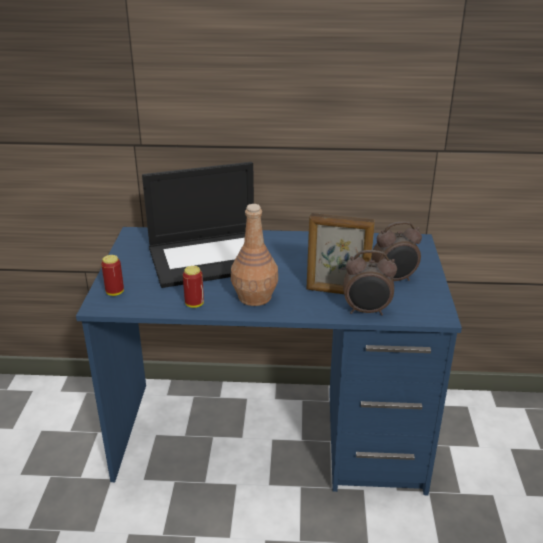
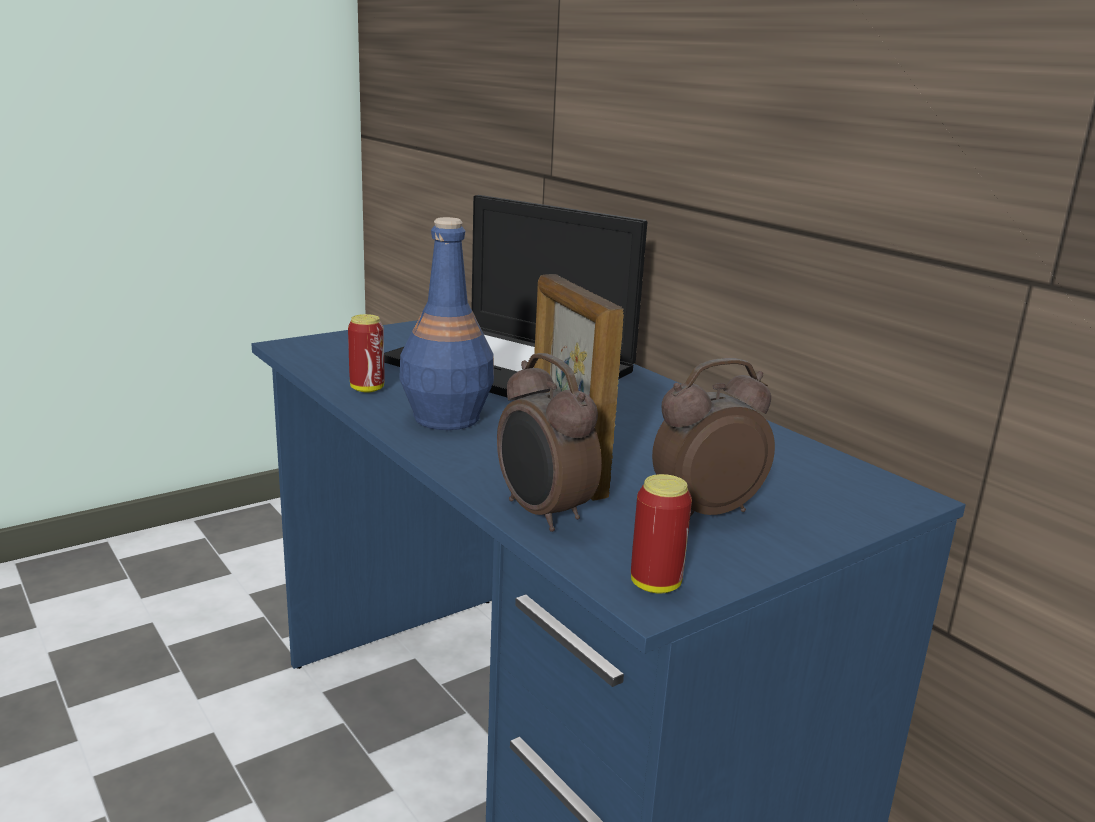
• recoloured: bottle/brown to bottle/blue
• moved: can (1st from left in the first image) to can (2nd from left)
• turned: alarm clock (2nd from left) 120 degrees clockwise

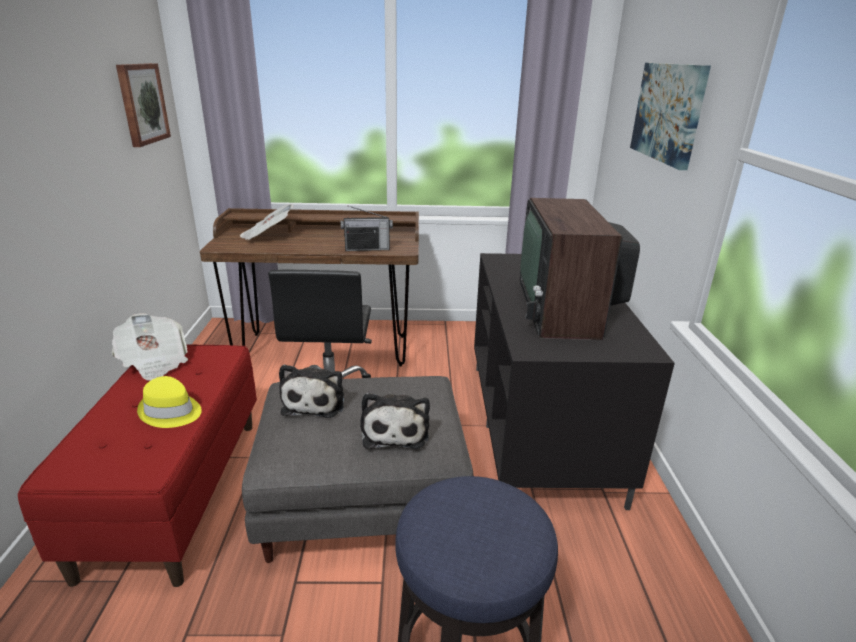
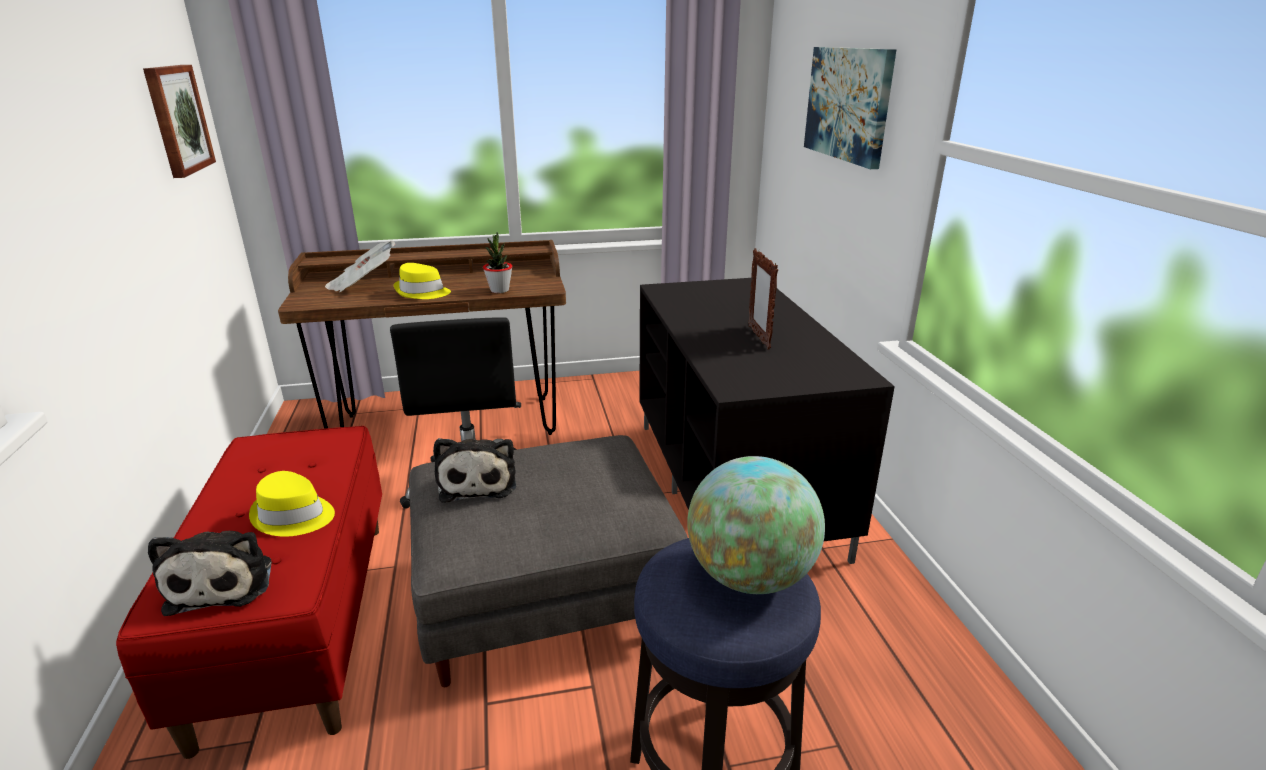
• moved: plush toy (2nd from left in the first image) to plush toy (1st from left)
• added: hat/yellow (2nd from left)
• replaced: radio to potted plant
• added: globe
• replaced: television to picture frame
• removed: newspaper (1st from left)

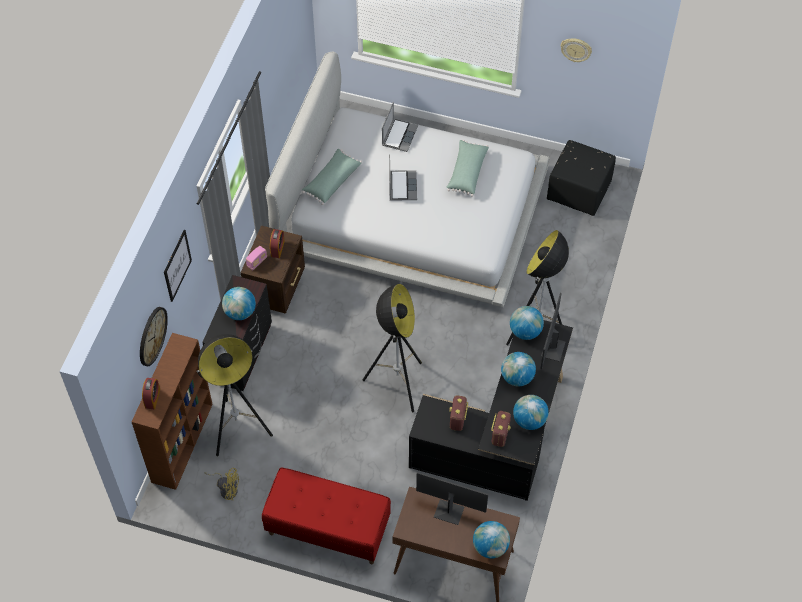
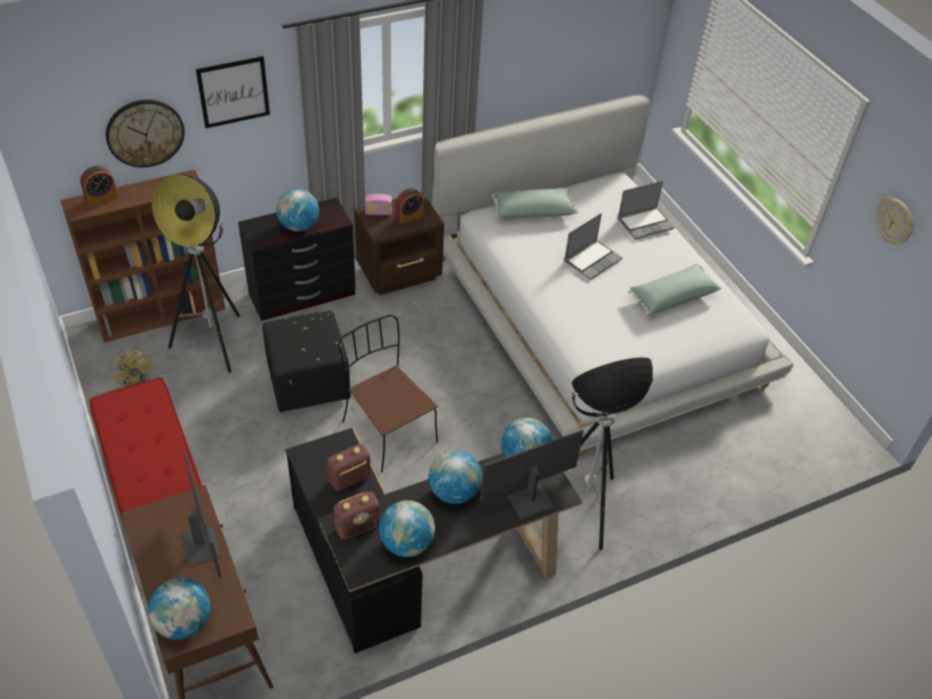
• moved: ottoman/black
• replaced: floor lamp (2nd from left) to chair/brown

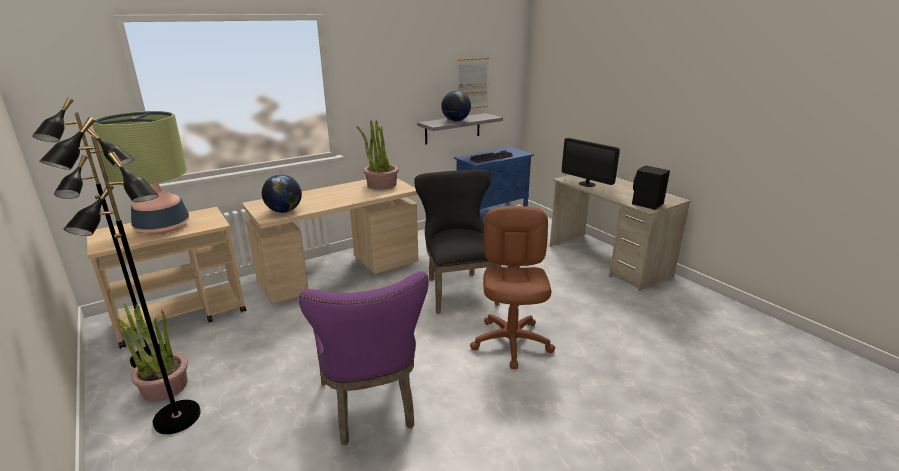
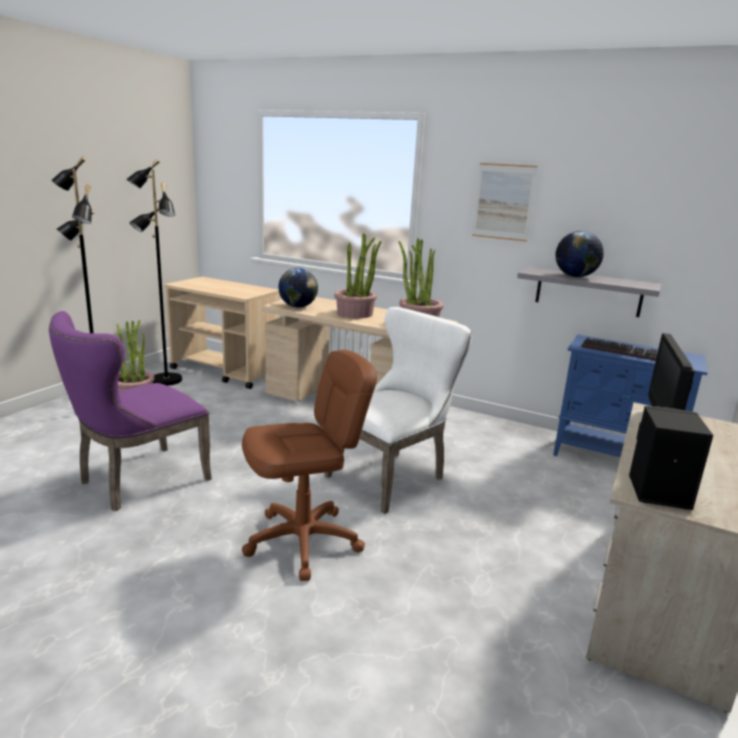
• recoloured: chair/black to chair/white
• added: potted plant (2nd from left)
• moved: picture
• removed: table lamp

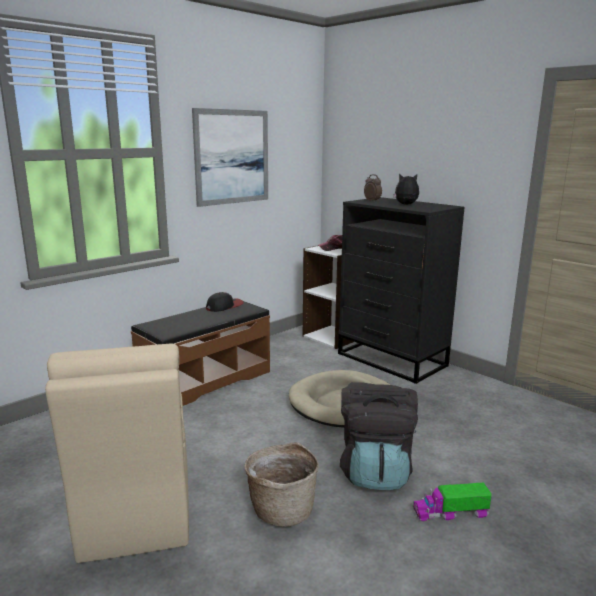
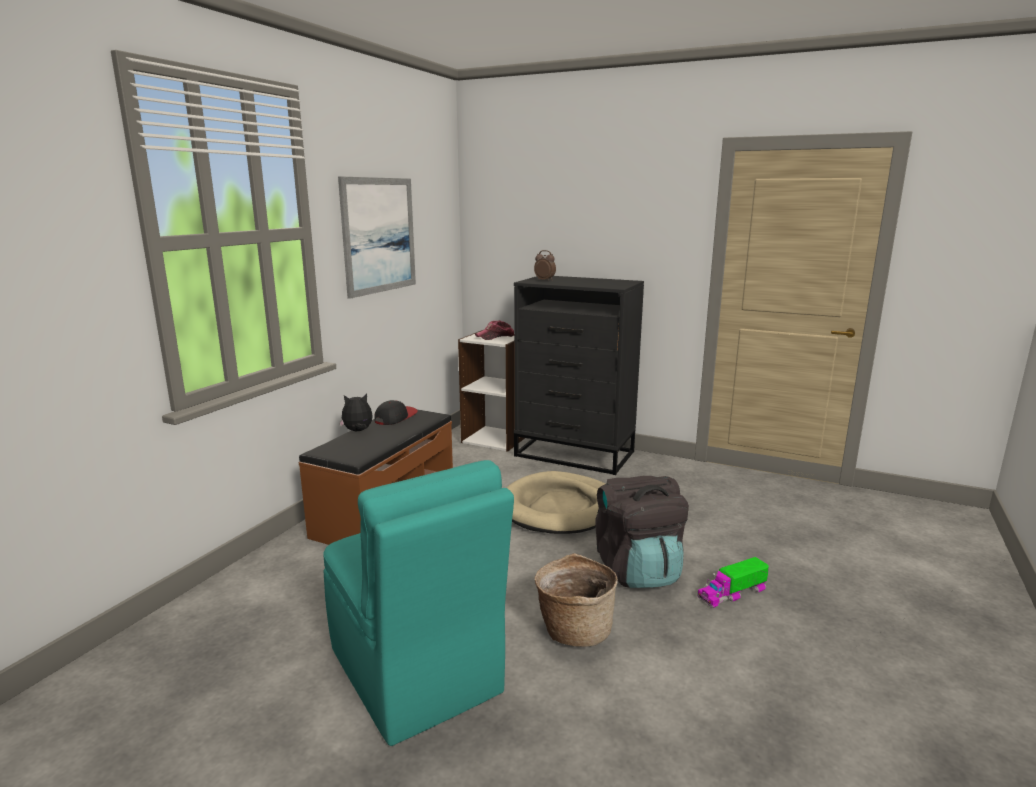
• recoloured: chair/beige to chair/turquoise
• moved: plush toy

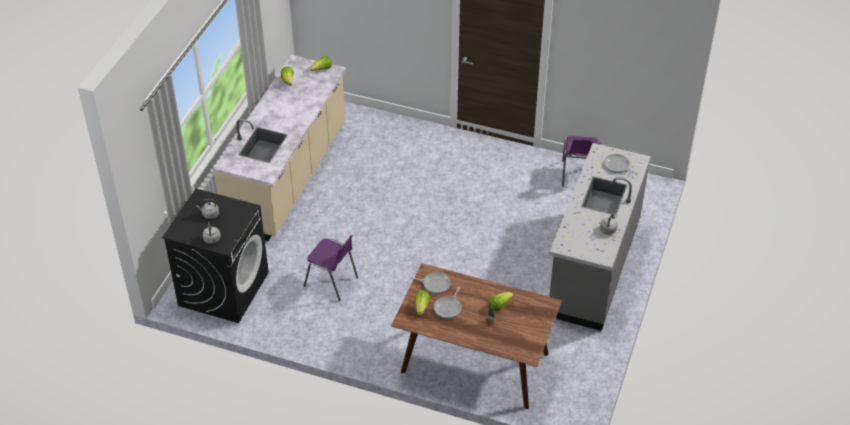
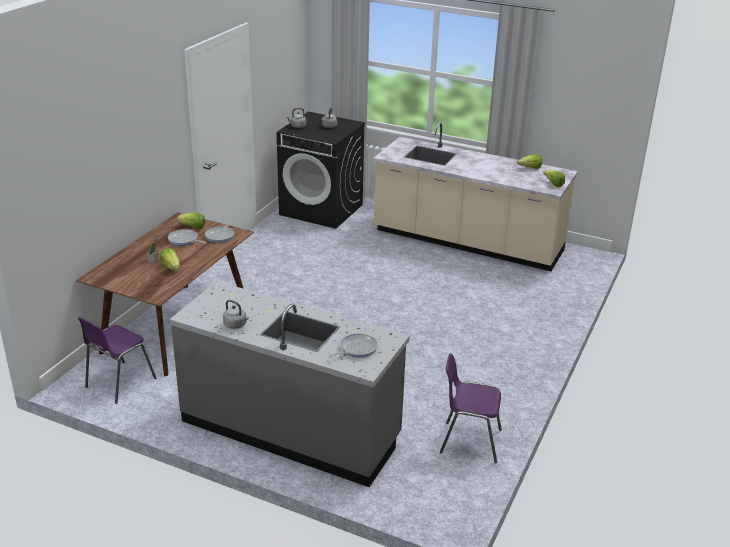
• moved: chair/purple (1st from left)

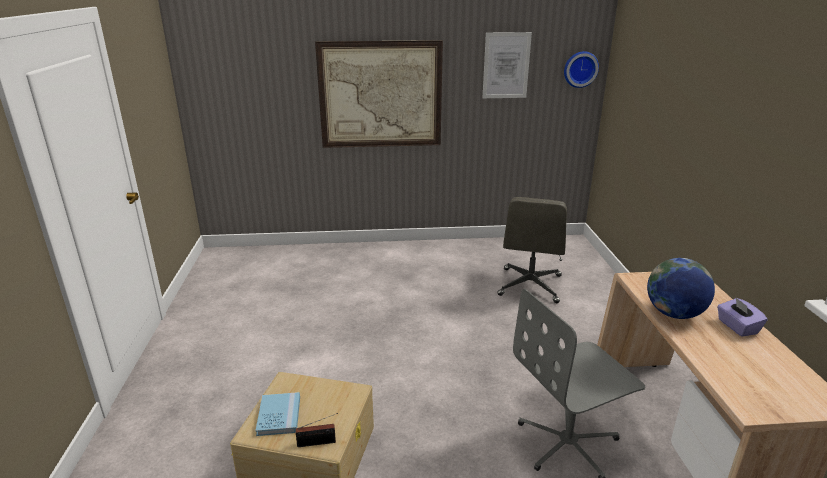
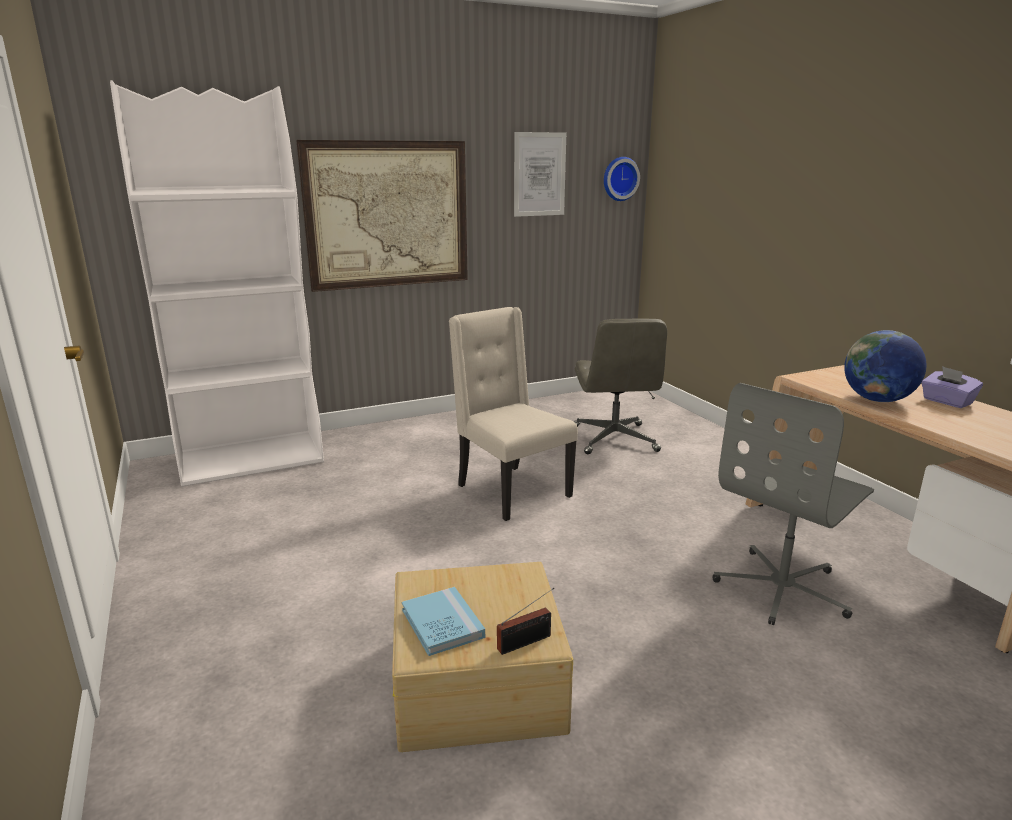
• added: bookcase/white
• added: chair/beige

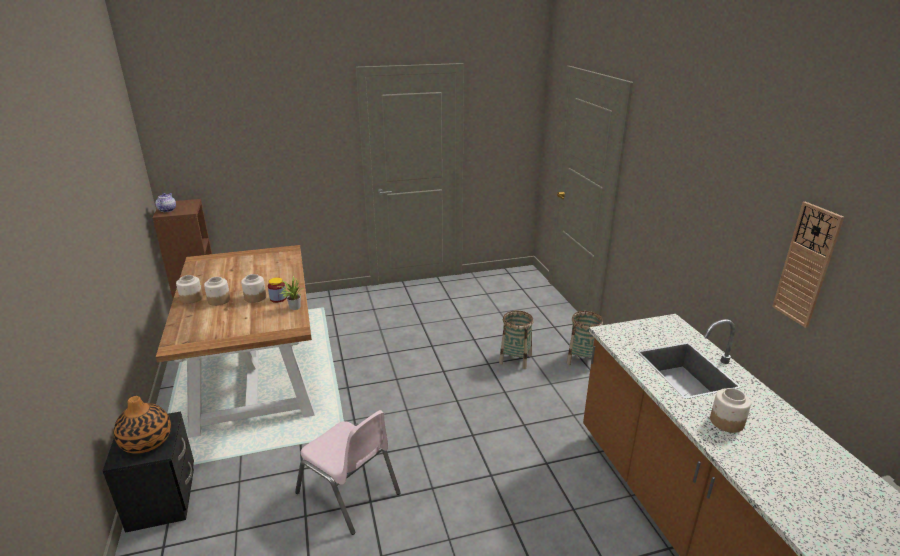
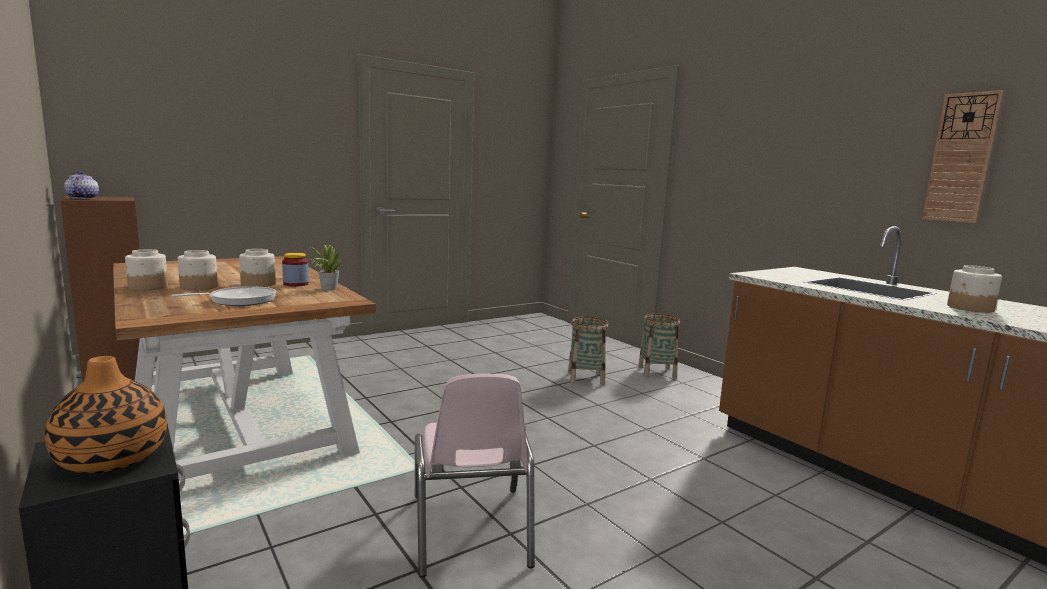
• added: frying pan
• turned: chair/pink 60 degrees clockwise

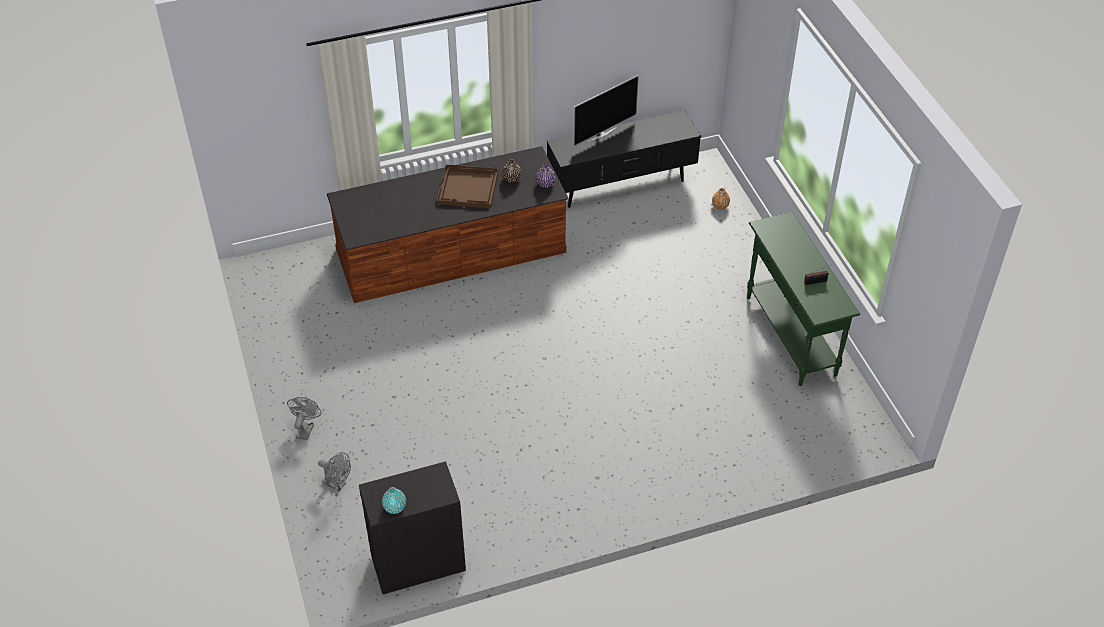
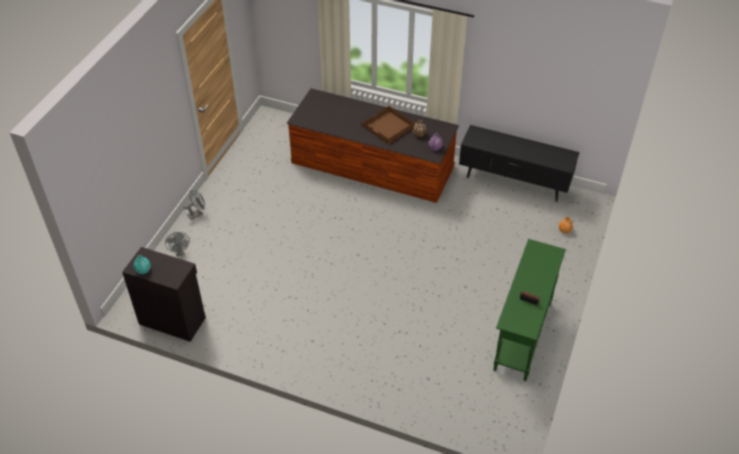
• removed: television

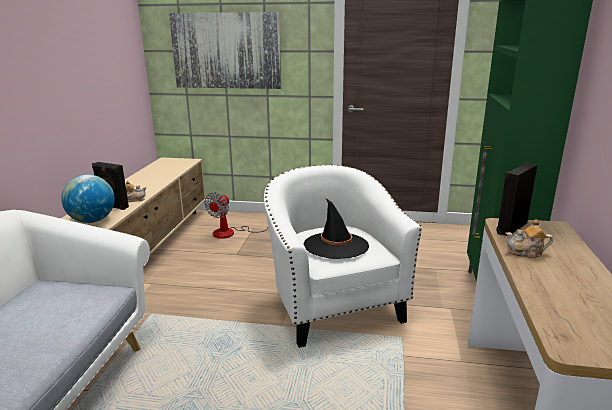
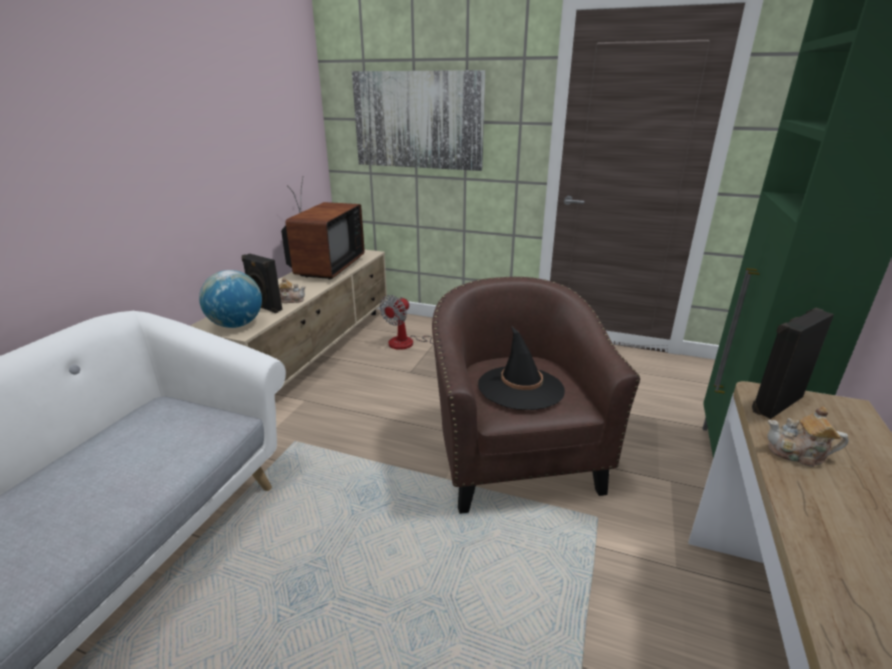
• added: television
• recoloured: armchair/white to armchair/brown

